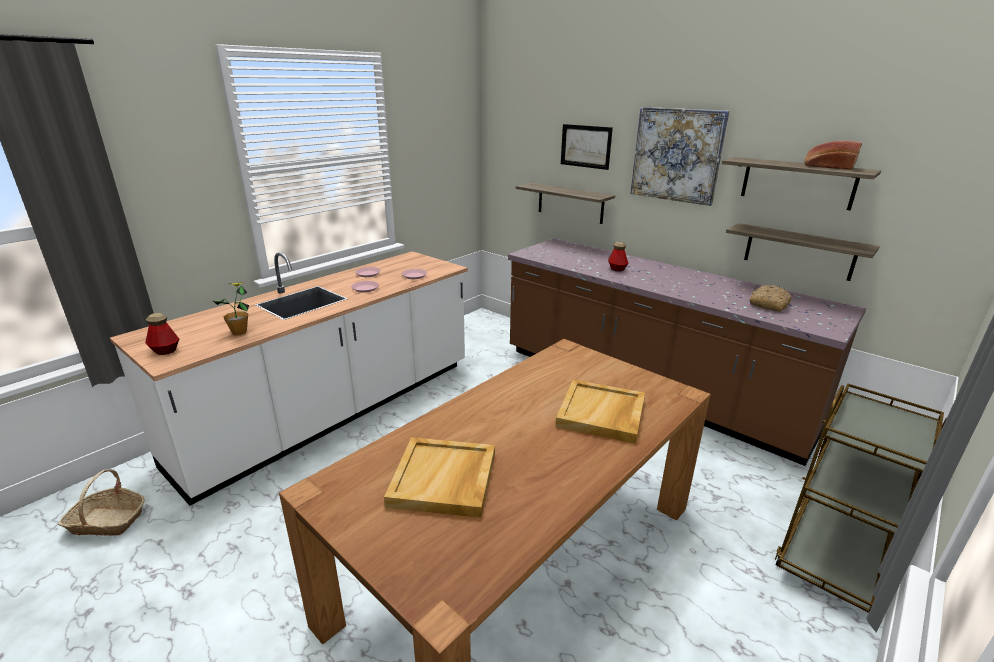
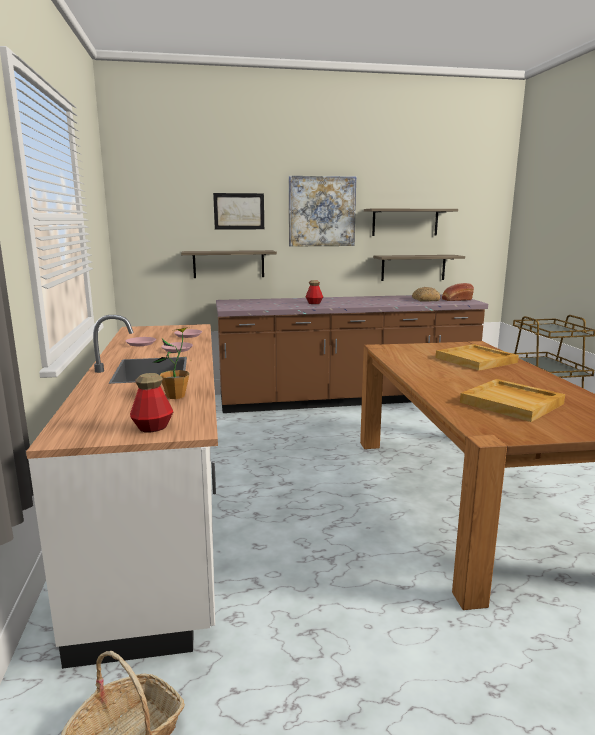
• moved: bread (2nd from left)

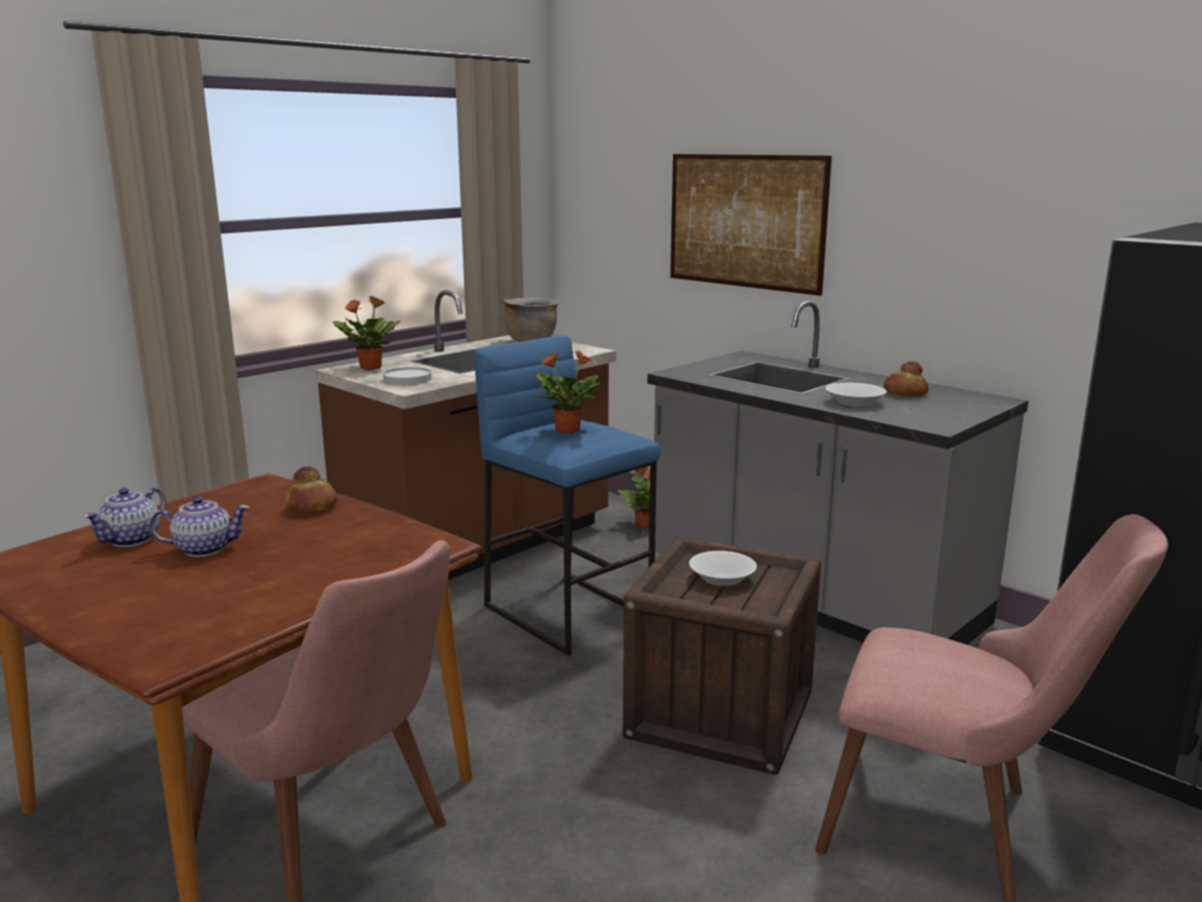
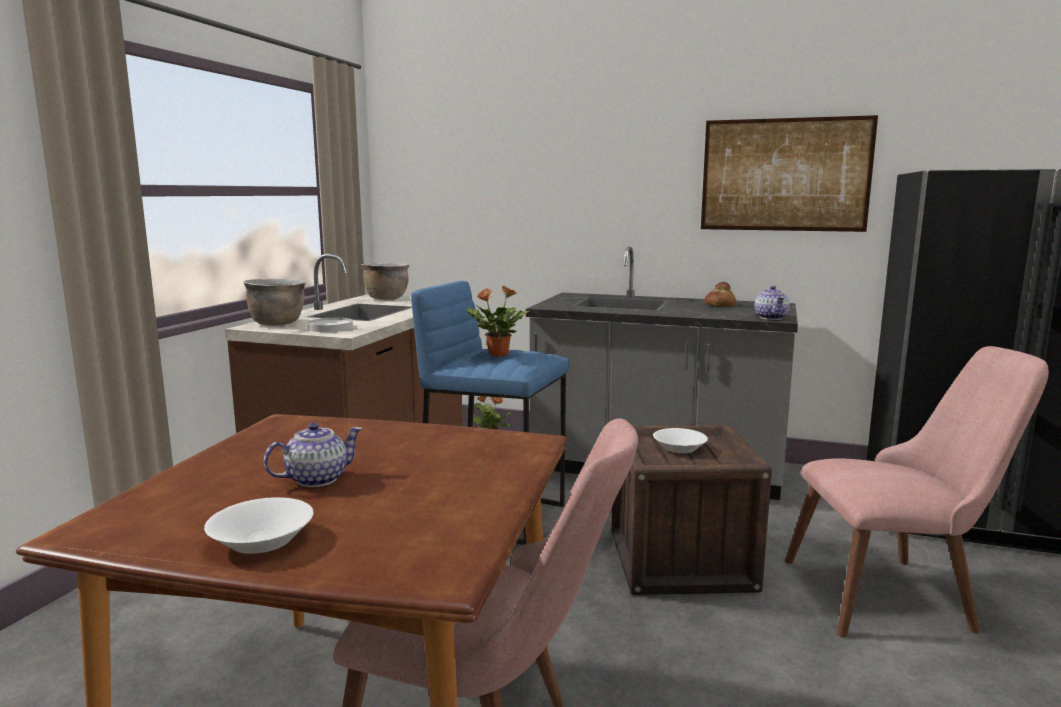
• moved: bowl/white (2nd from left in the first image) to bowl/white (1st from left)
• replaced: potted plant (1st from left) to cooking pot/brown (1st from left)
• moved: picture
• moved: teapot (1st from left in the first image) to teapot (2nd from left)
• removed: bread (1st from left)

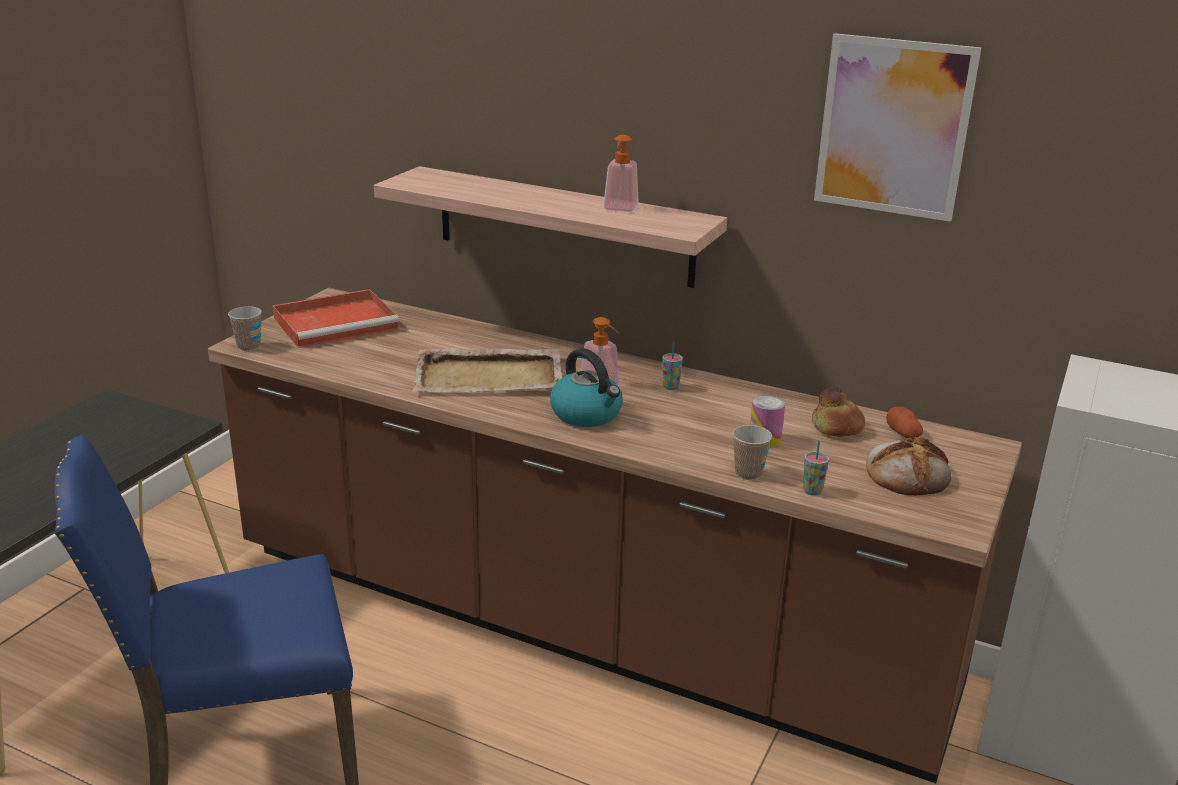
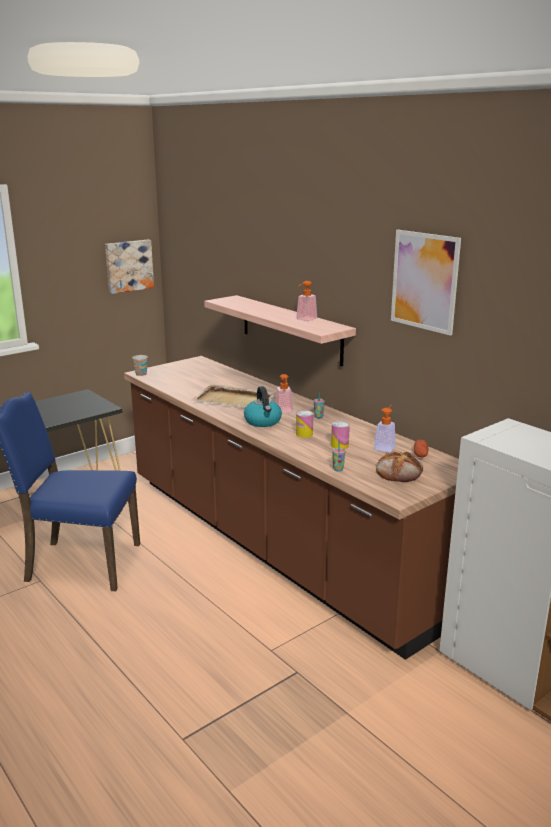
• added: picture (1st from left)
• added: can (1st from left)
• replaced: bread (1st from left) to soap dispenser (3rd from left)
• removed: tray/red
• removed: cup (3rd from left)

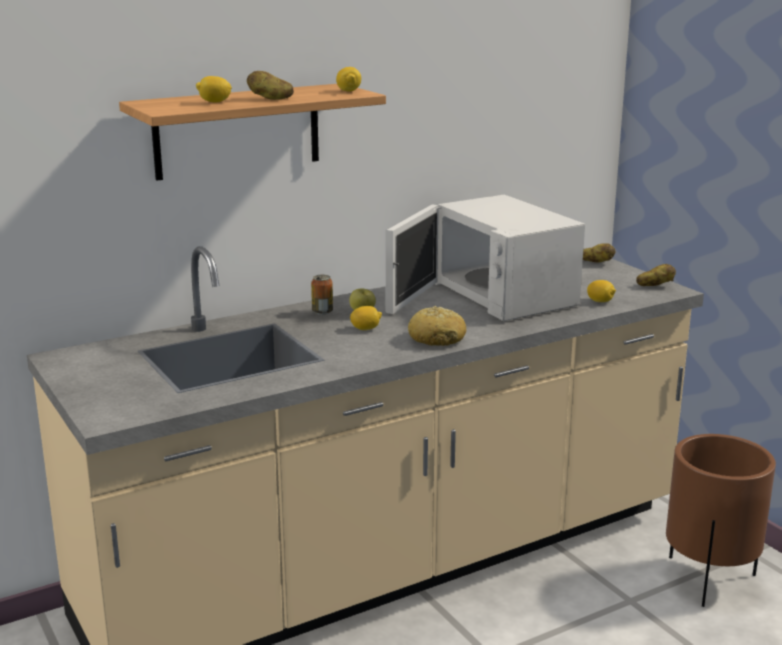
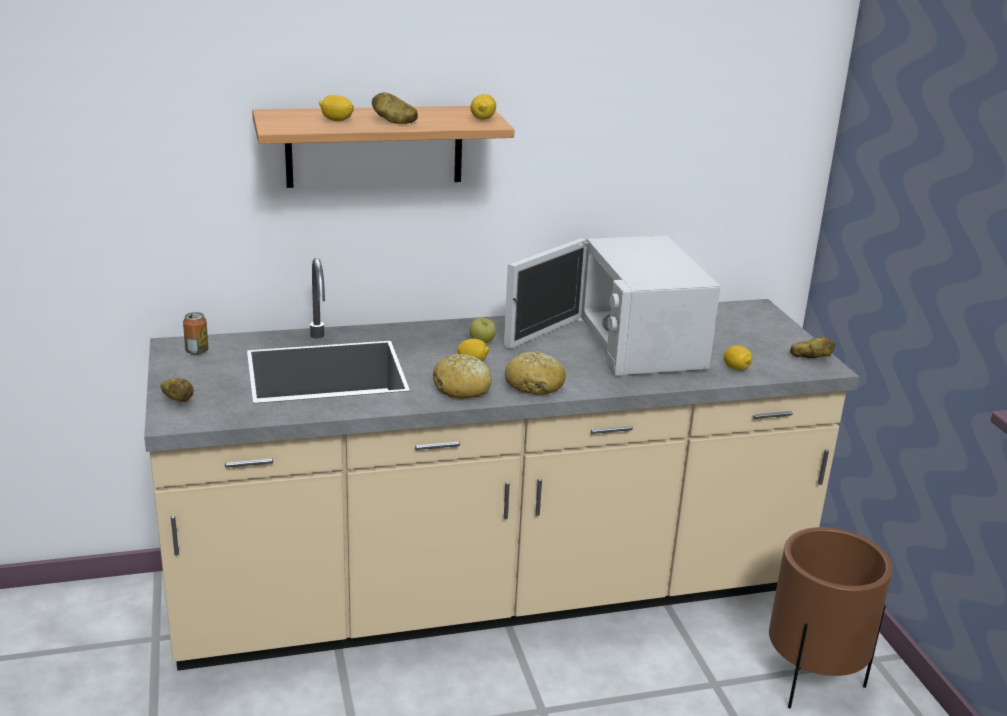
• moved: potato (2nd from left in the first image) to potato (1st from left)
• moved: can
• added: bread (1st from left)

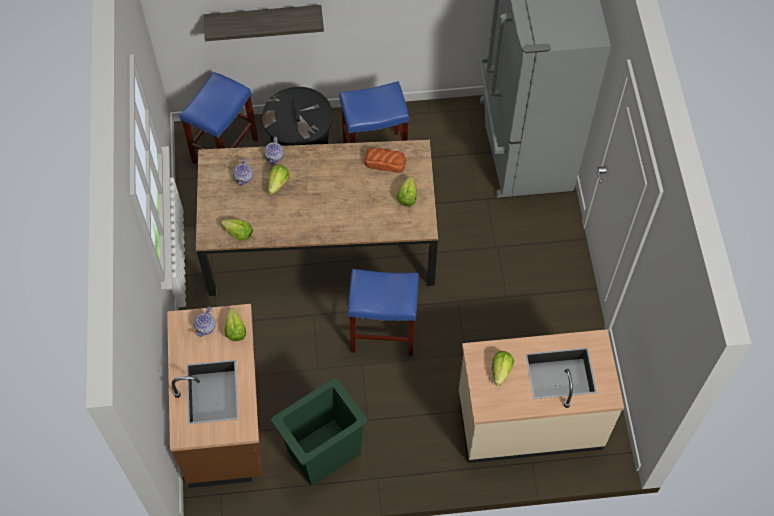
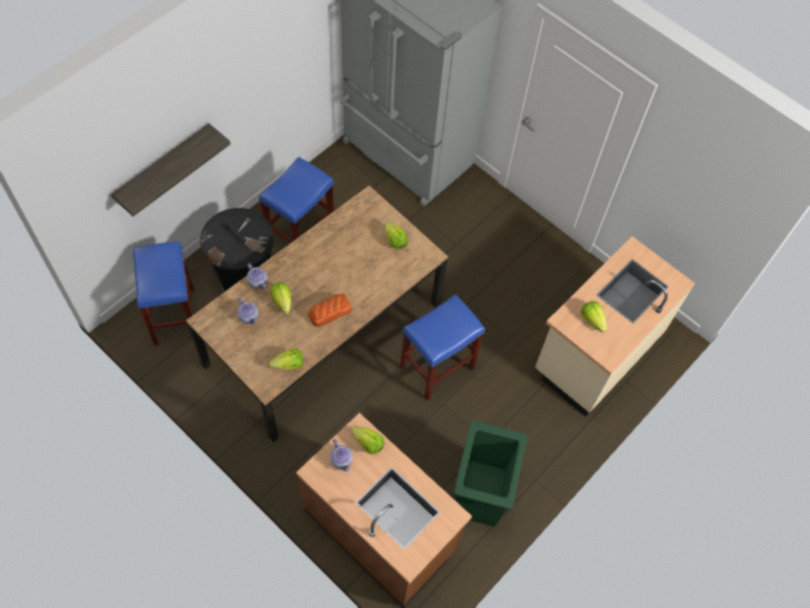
• moved: bread

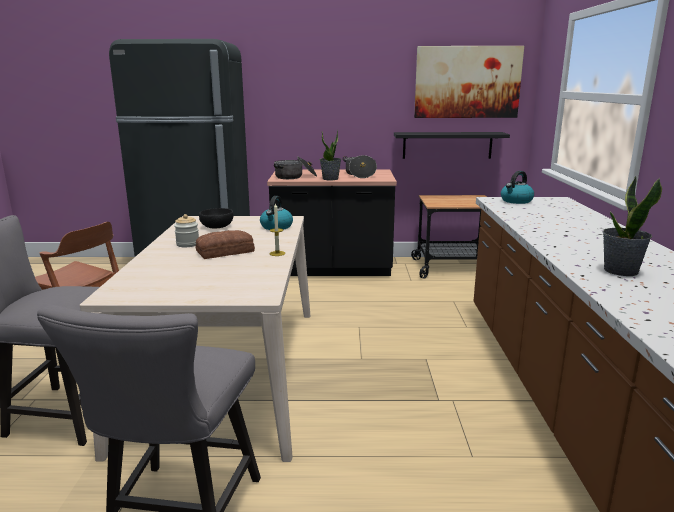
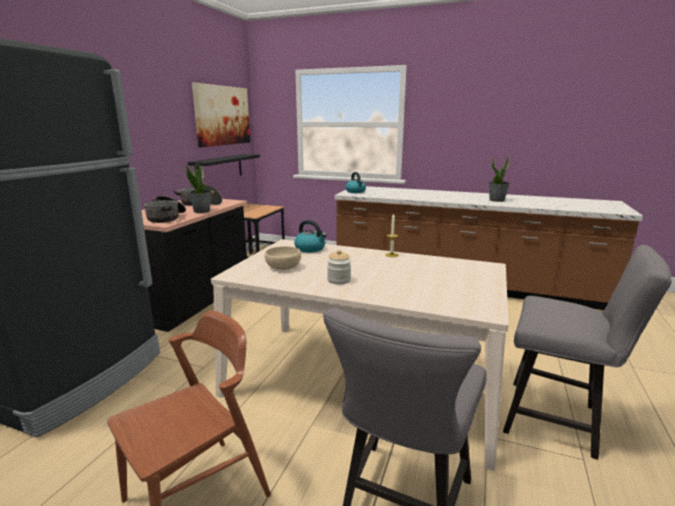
• recoloured: bowl/black to bowl/beige
• removed: bread

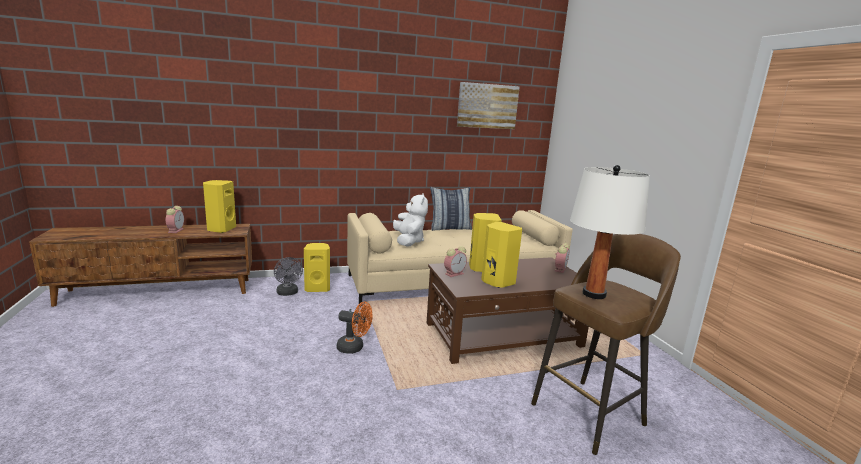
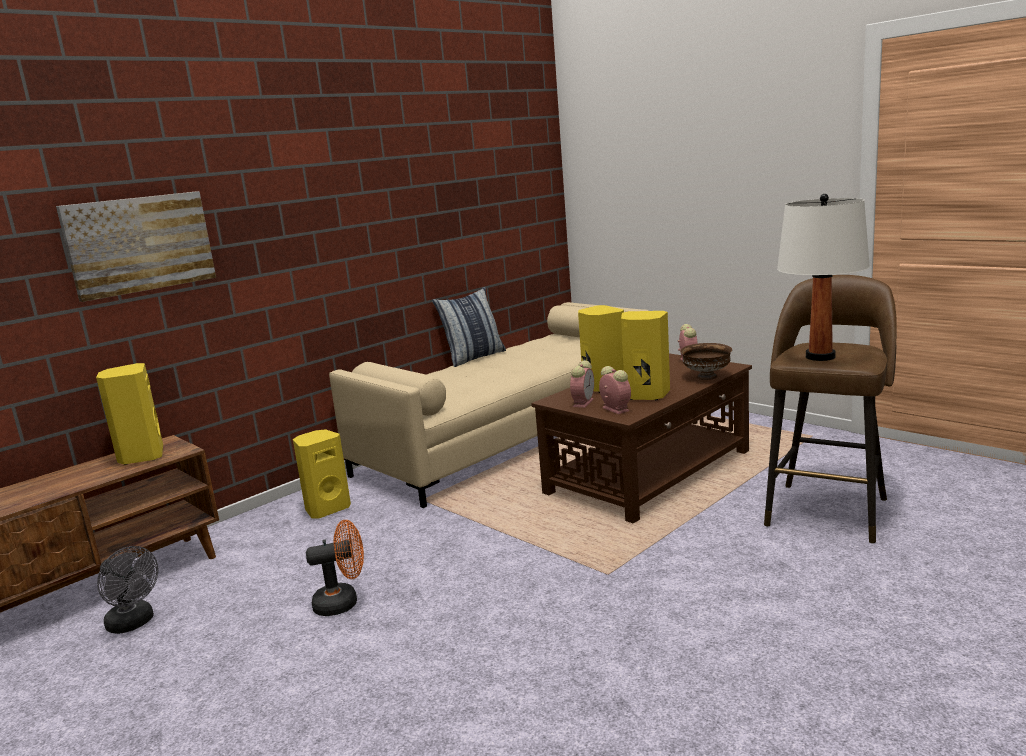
• moved: picture
• moved: fan/grey
• moved: fan/orange
• moved: alarm clock (1st from left in the first image) to alarm clock (2nd from left)
• added: bowl/brown
• removed: plush toy/white

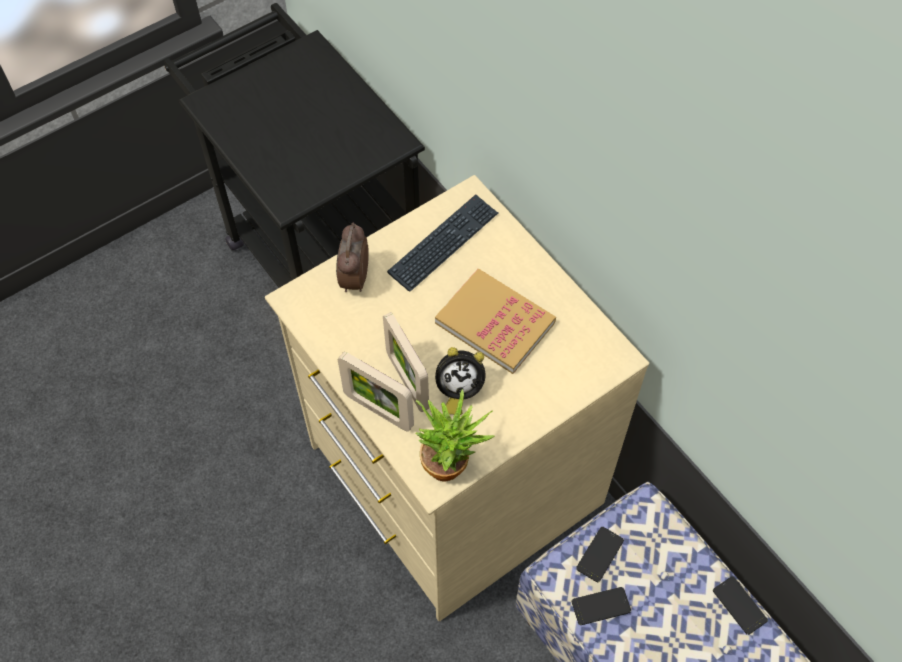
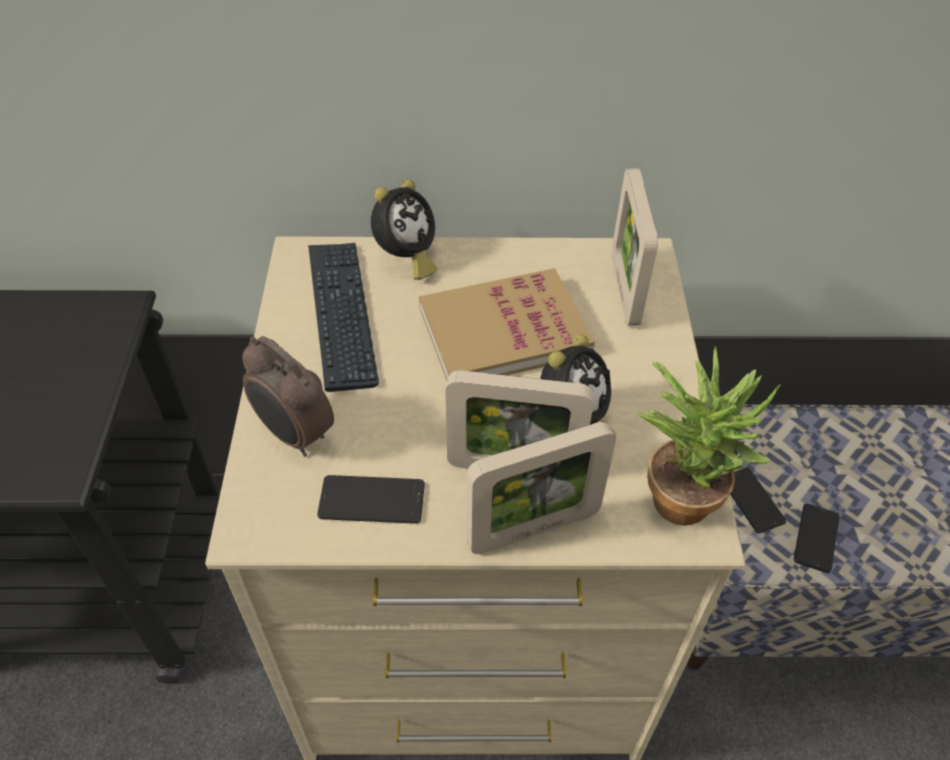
• moved: phone (3rd from left in the first image) to phone (1st from left)
• added: alarm clock (2nd from left)
• added: picture frame (3rd from left)

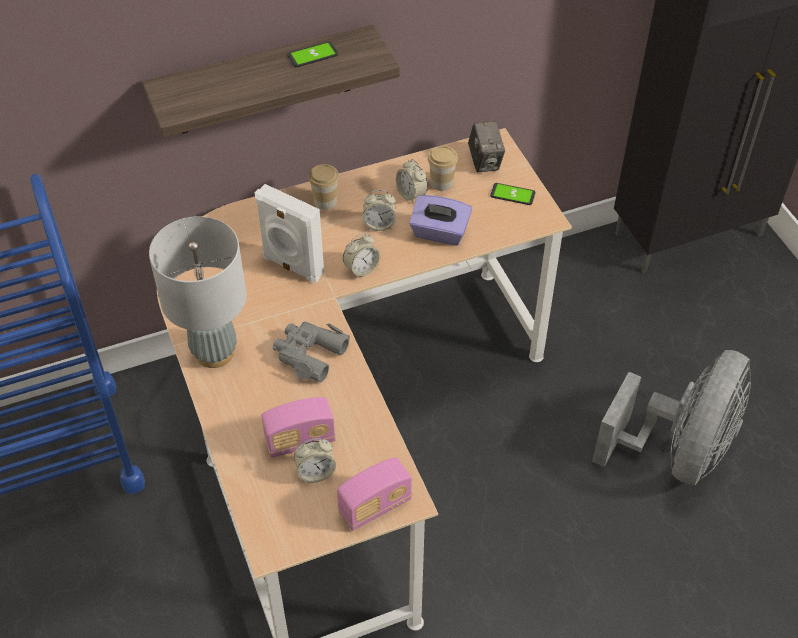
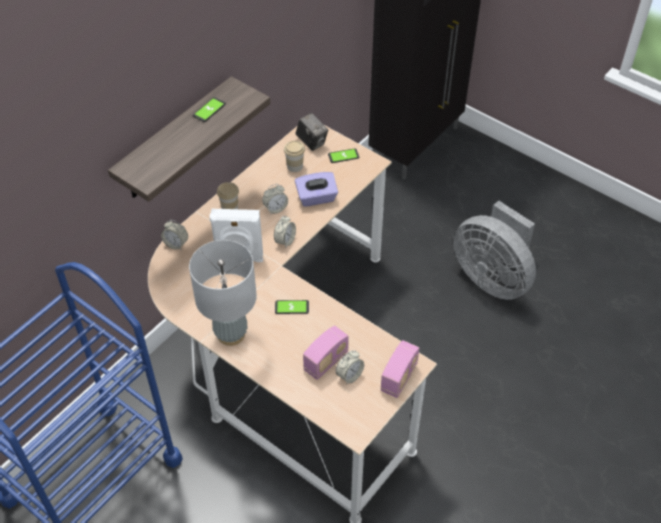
• moved: alarm clock (4th from left in the first image) to alarm clock (1st from left)
• replaced: binoculars/grey to phone (2nd from left)
• turned: fan/grey 135 degrees clockwise

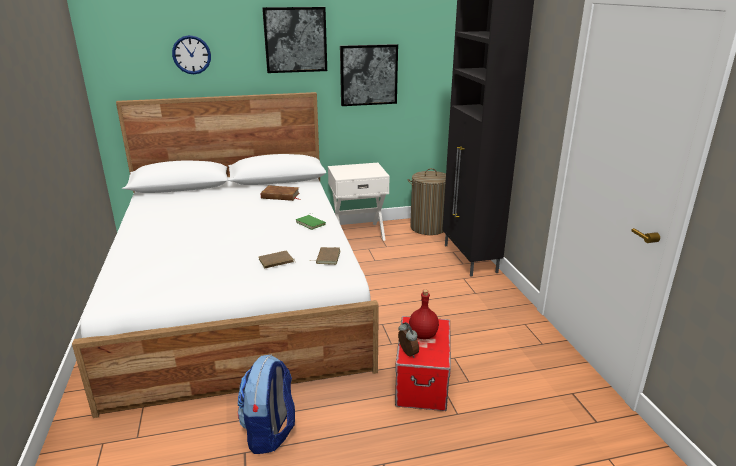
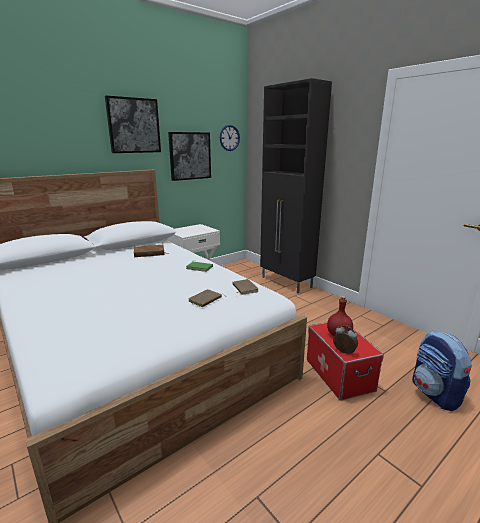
• moved: wall clock
• moved: backpack
• removed: laundry basket

